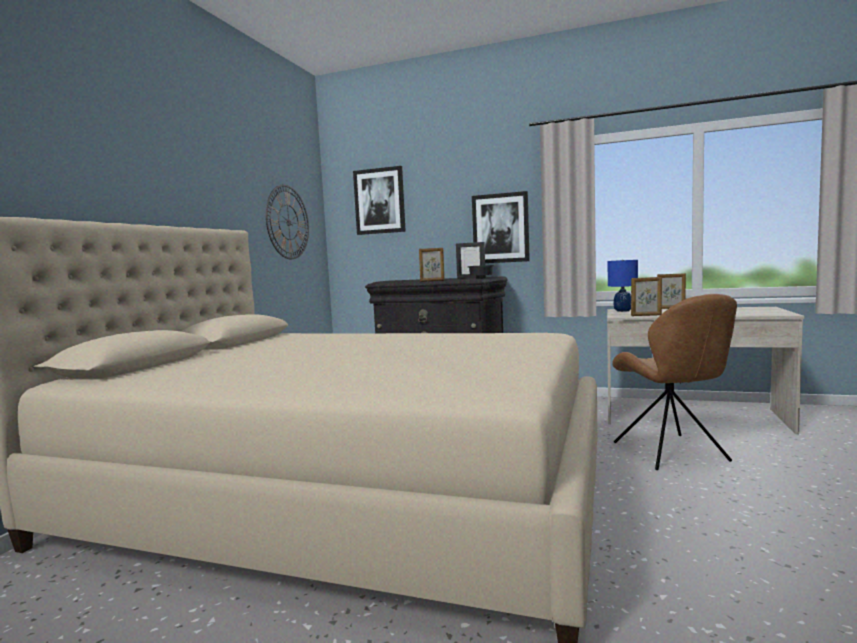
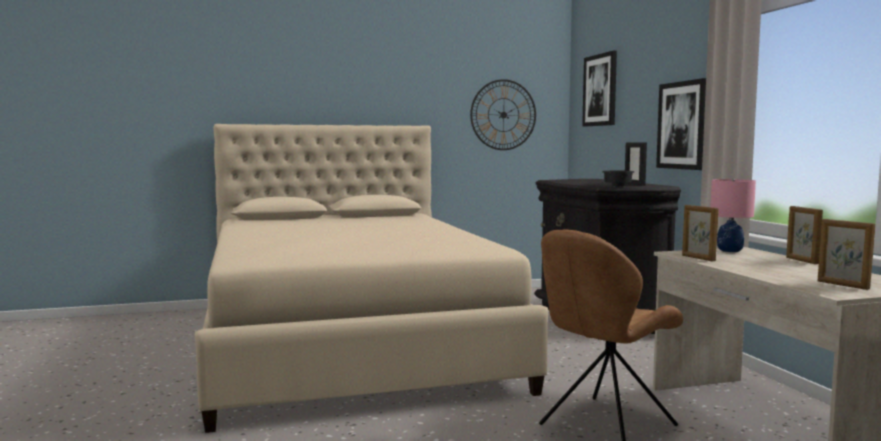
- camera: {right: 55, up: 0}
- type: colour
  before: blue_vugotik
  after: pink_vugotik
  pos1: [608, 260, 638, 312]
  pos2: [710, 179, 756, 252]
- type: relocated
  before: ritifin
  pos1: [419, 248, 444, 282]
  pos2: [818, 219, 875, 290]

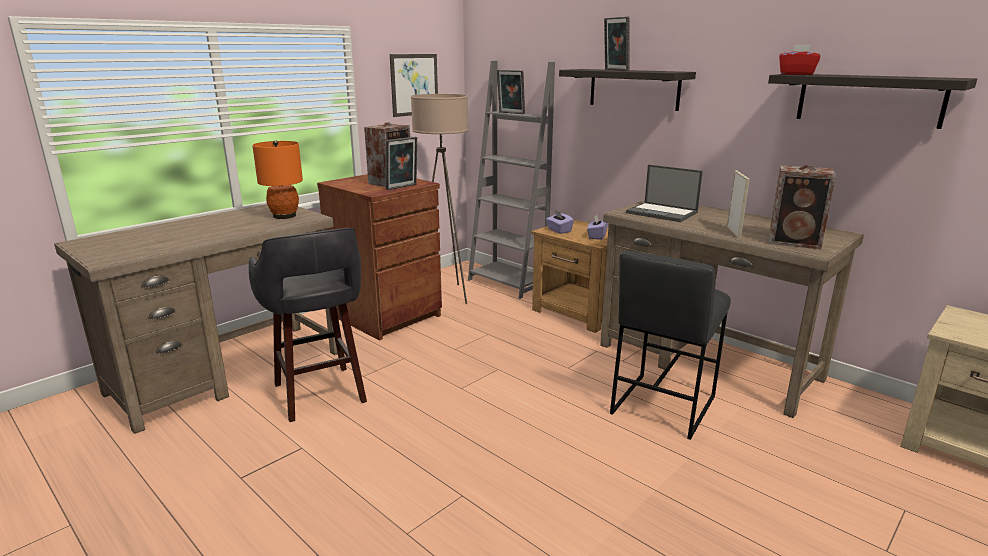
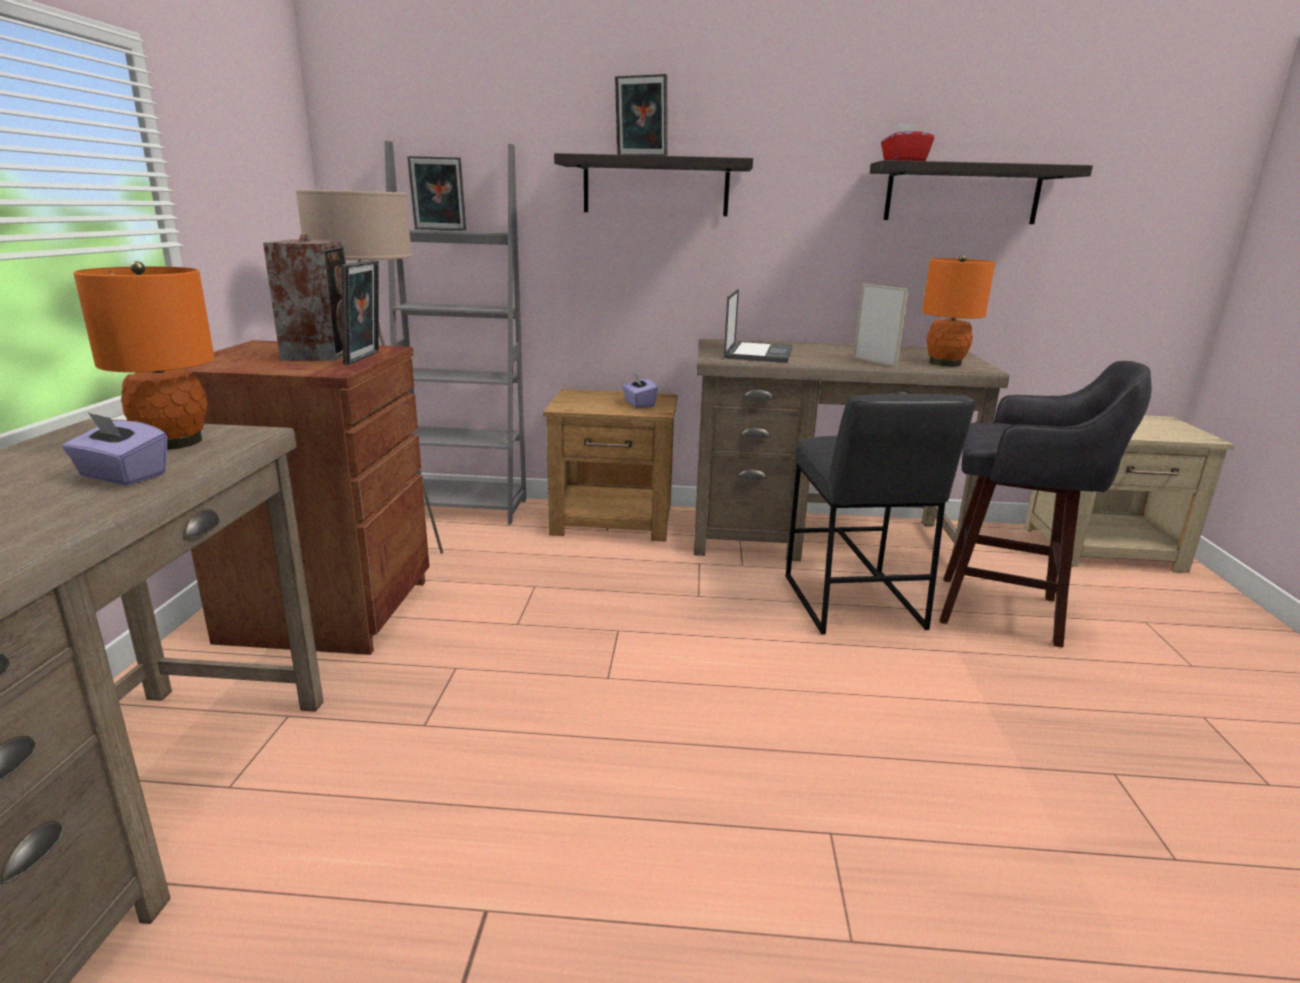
- camera: {right: -40, up: 0}
- type: relocated
  before: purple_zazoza
  pos1: [546, 210, 574, 234]
  pos2: [62, 412, 167, 486]
- type: spun
  before: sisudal
  pos1: [626, 165, 703, 222]
  pos2: [724, 289, 793, 363]
  turn: -75
- type: exchanged
  before: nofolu
  after: orange_vugotik
  pos1: [769, 165, 836, 249]
  pos2: [922, 255, 995, 366]
- type: relocated
  before: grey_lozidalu
  pos1: [249, 228, 367, 422]
  pos2: [940, 361, 1152, 648]
- type: missing
  before: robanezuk
  pos1: [390, 54, 438, 117]

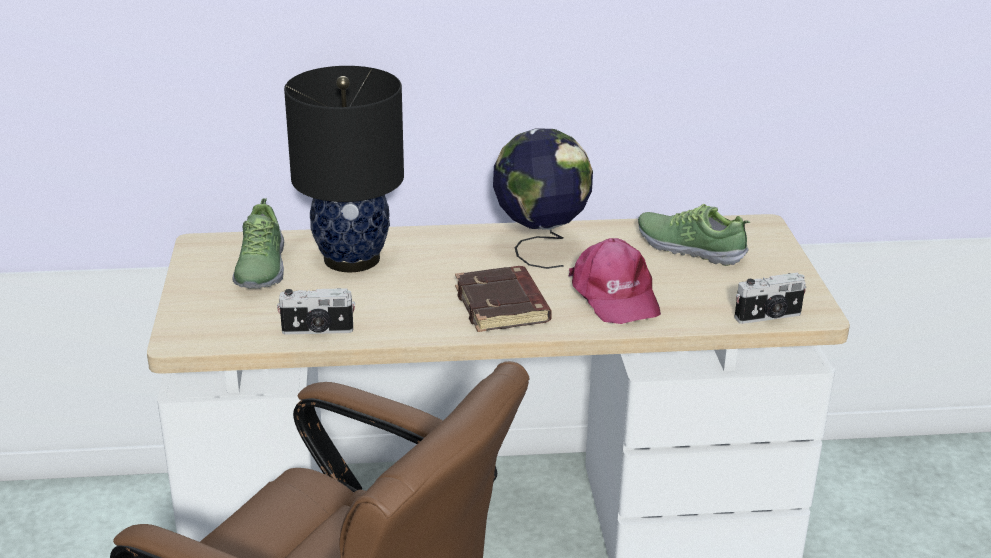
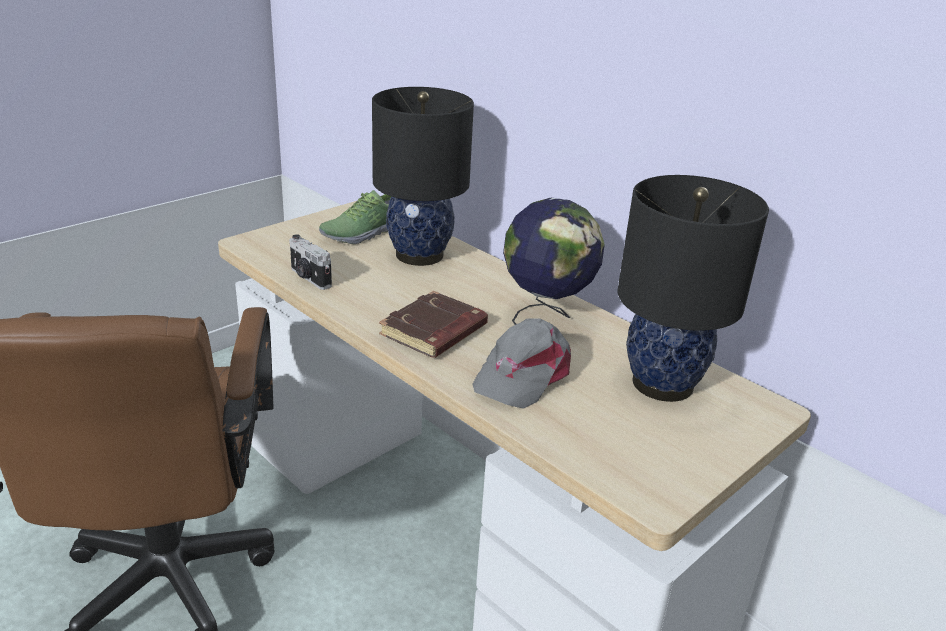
- camera: {right: 50, up: 0}
- type: colour
  before: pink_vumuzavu
  after: grey_vumuzavu
  pos1: [568, 238, 661, 324]
  pos2: [473, 318, 571, 409]
- type: exchanged
  before: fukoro
  after: black_vugotik
  pos1: [638, 204, 750, 266]
  pos2: [617, 175, 769, 402]
- type: missing
  before: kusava
  pos1: [734, 273, 806, 324]

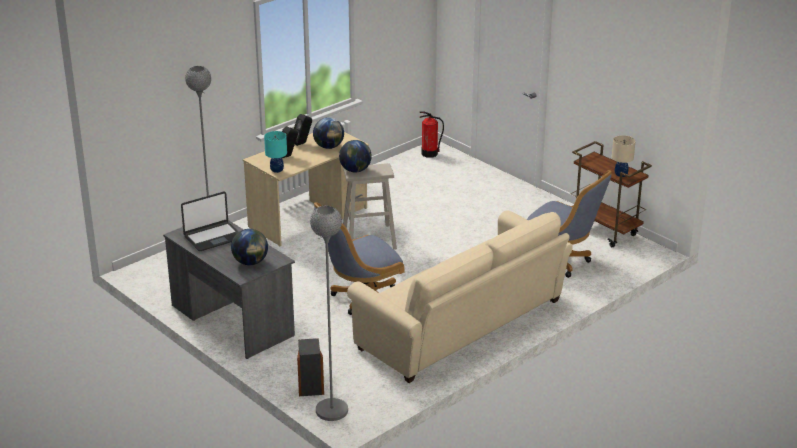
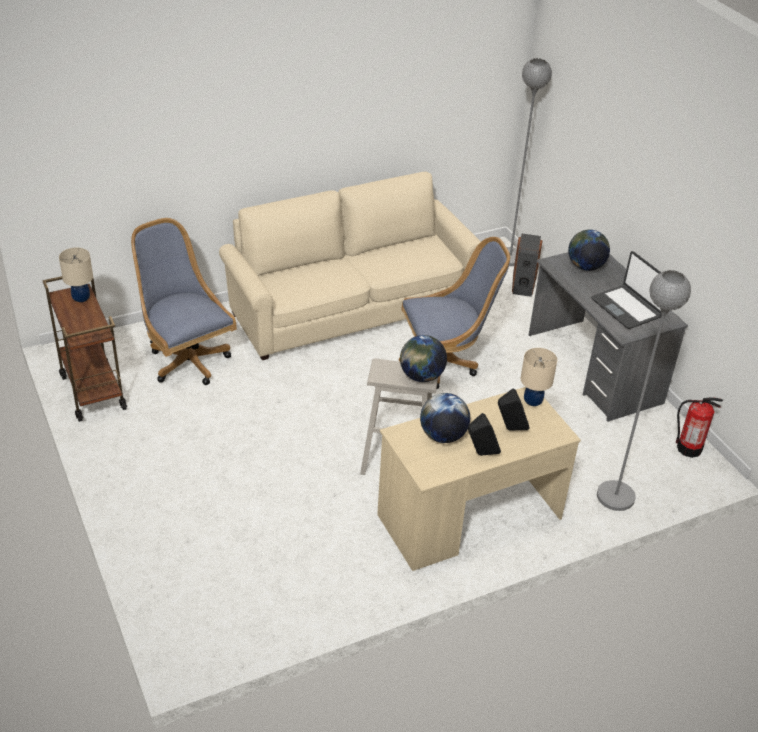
- camera: {right: -165, up: 10}
- type: colour
  before: turquoise_vugotik
  after: beige_vugotik
  pos1: [264, 131, 287, 173]
  pos2: [521, 348, 557, 406]
- type: spun
  before: sisudal
  pos1: [181, 192, 238, 251]
  pos2: [591, 251, 662, 329]
  turn: -105
- type: relocated
  before: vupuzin
  pos1: [419, 111, 444, 158]
  pos2: [676, 397, 723, 458]

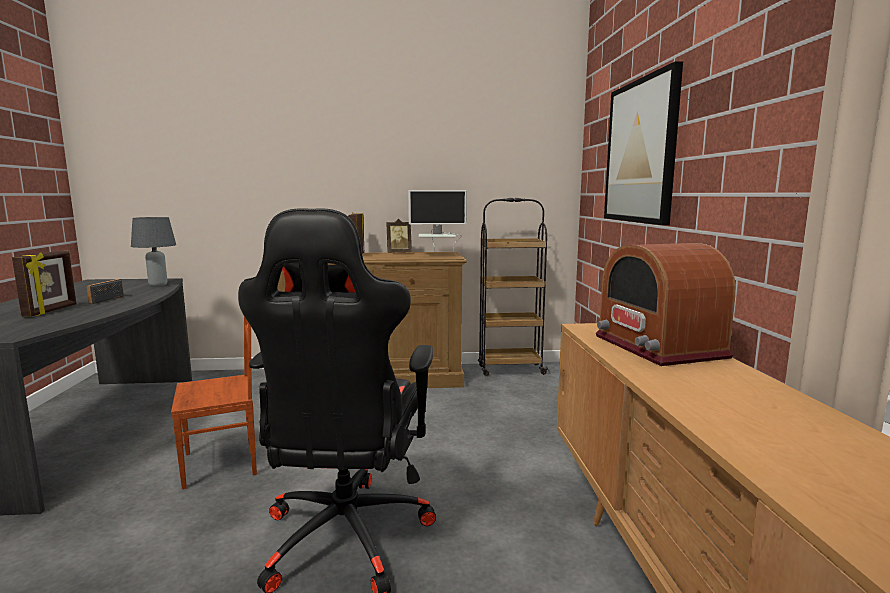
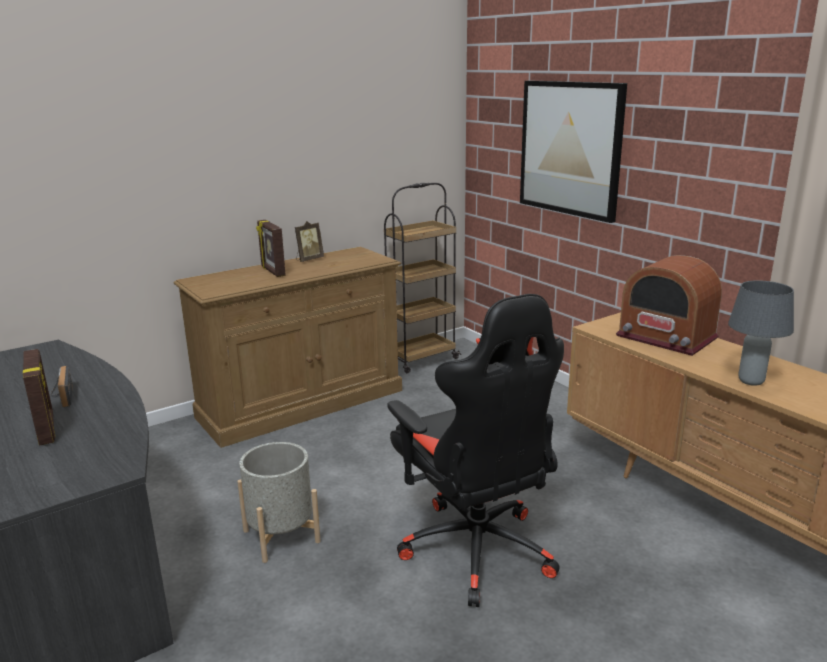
- camera: {right: -30, up: 10}
- type: exchanged
  before: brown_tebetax
  after: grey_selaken
  pos1: [171, 316, 257, 489]
  pos2: [237, 442, 321, 563]
- type: relocated
  before: grey_vugotik
  pos1: [131, 217, 176, 287]
  pos2: [728, 280, 794, 386]
- type: missing
  before: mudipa
  pos1: [408, 190, 467, 255]

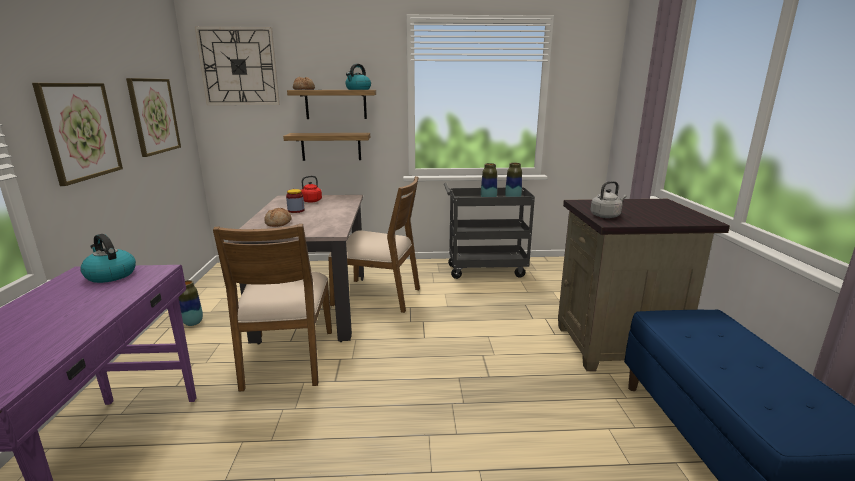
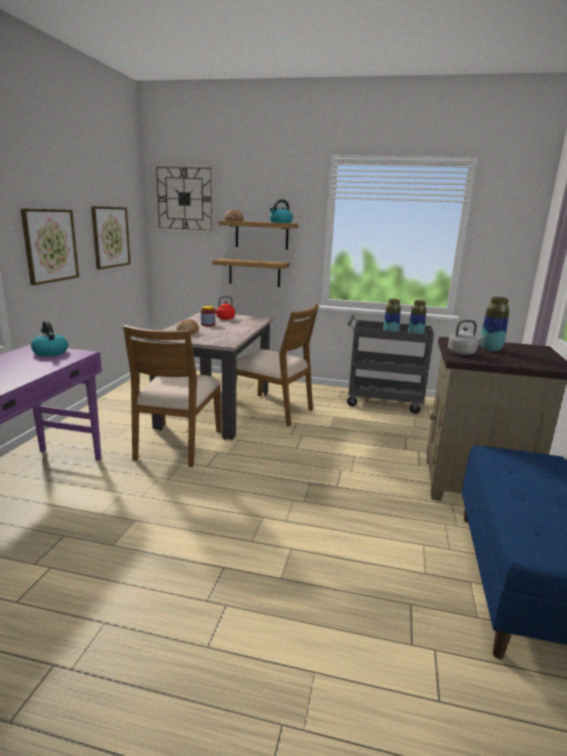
- camera: {right: 15, up: 0}
- type: relocated
  before: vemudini
  pos1: [178, 280, 203, 326]
  pos2: [480, 297, 509, 351]

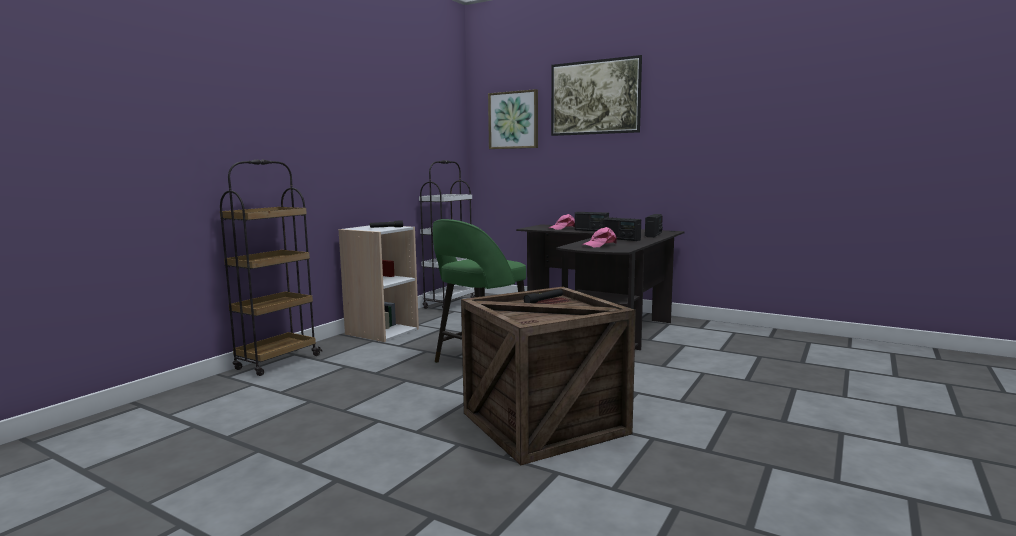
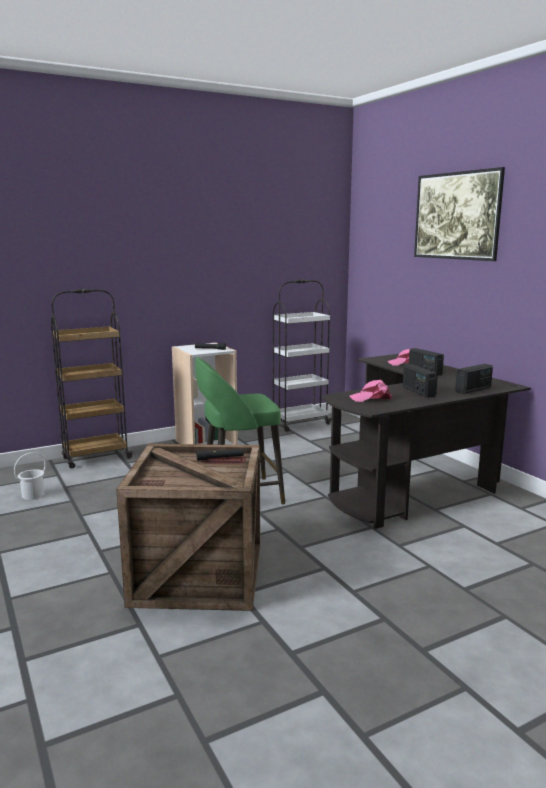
- camera: {right: 30, up: 5}
- type: appeared
  after: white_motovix
  pos2: [14, 452, 46, 500]
- type: missing
  before: robanezuk
  pos1: [488, 89, 538, 149]

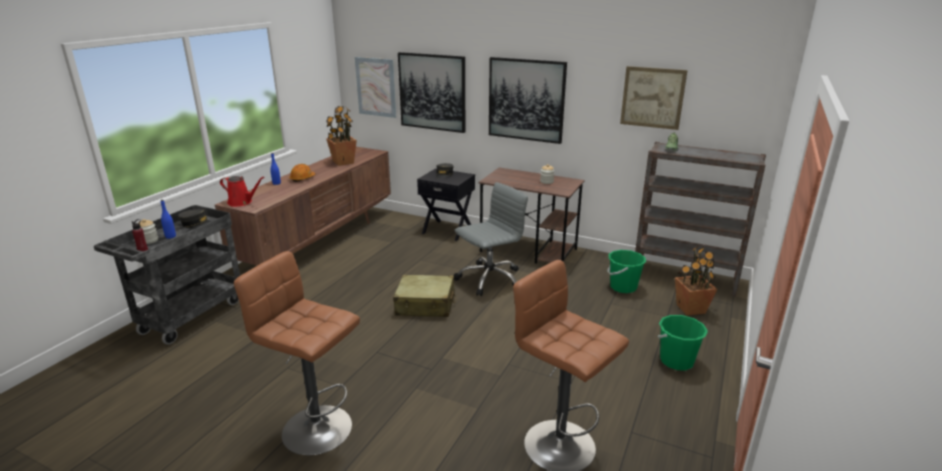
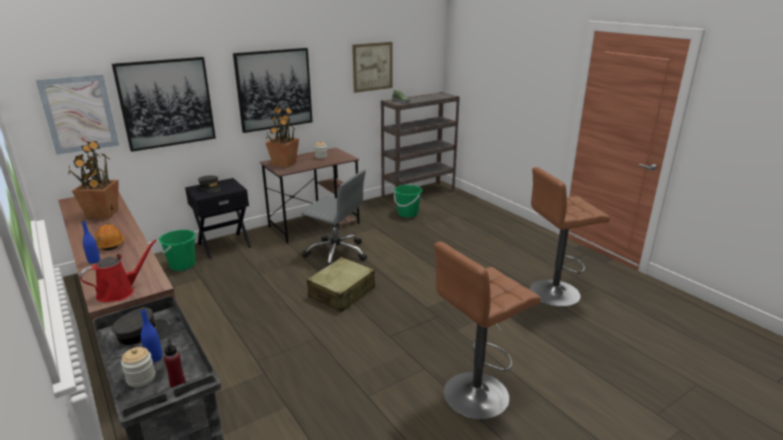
- camera: {right: -60, up: 0}
- type: relocated
  before: green_motovix
  pos1: [658, 315, 708, 370]
  pos2: [158, 230, 196, 271]
- type: relocated
  before: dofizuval
  pos1: [675, 246, 717, 316]
  pos2: [265, 106, 299, 168]
- type: spun
  before: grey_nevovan
  pos1: [454, 182, 528, 296]
  pos2: [301, 170, 367, 267]
  turn: 120

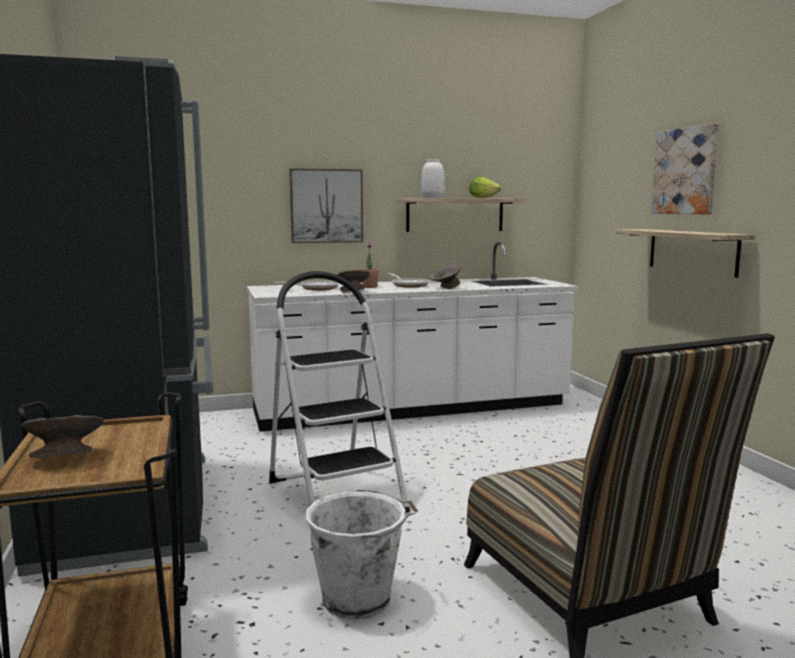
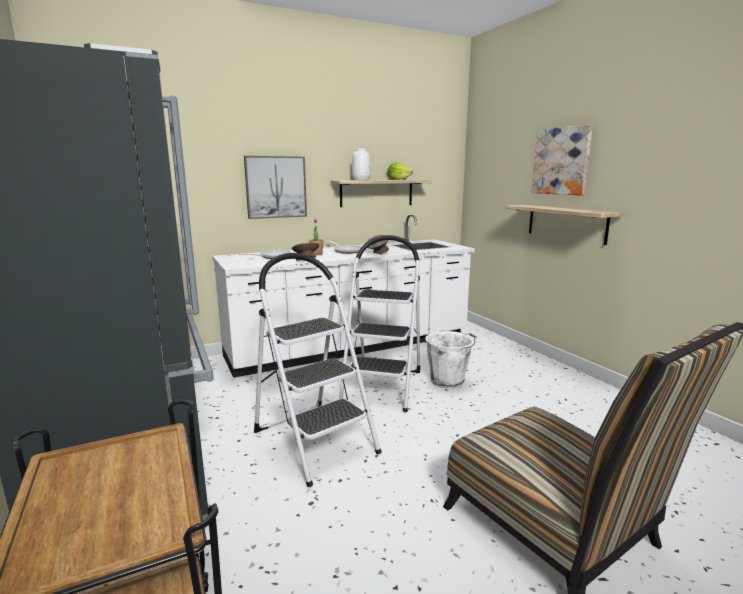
- camera: {right: -10, up: 5}
- type: appeared
  after: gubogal
  pos2: [339, 235, 420, 412]
- type: relocated
  before: white_motovix
  pos1: [306, 489, 418, 620]
  pos2: [426, 330, 477, 388]
- type: missing
  before: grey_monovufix
  pos1: [21, 415, 104, 459]

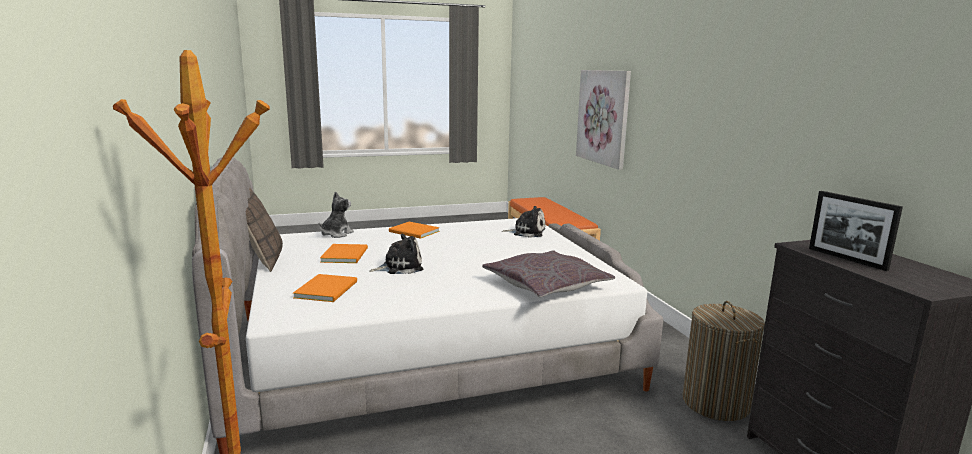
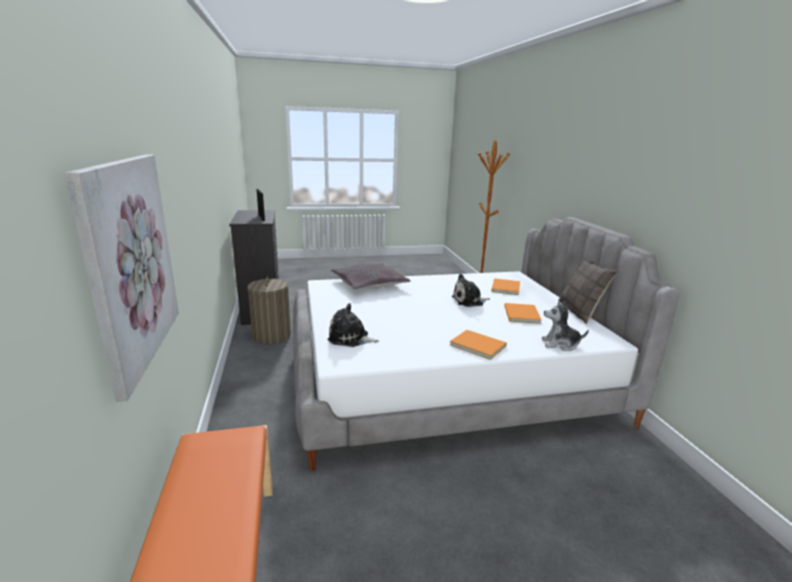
- camera: {right: -175, up: 5}
- type: spun
  before: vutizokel
  pos1: [319, 191, 354, 238]
  pos2: [542, 301, 589, 351]
  turn: 60

